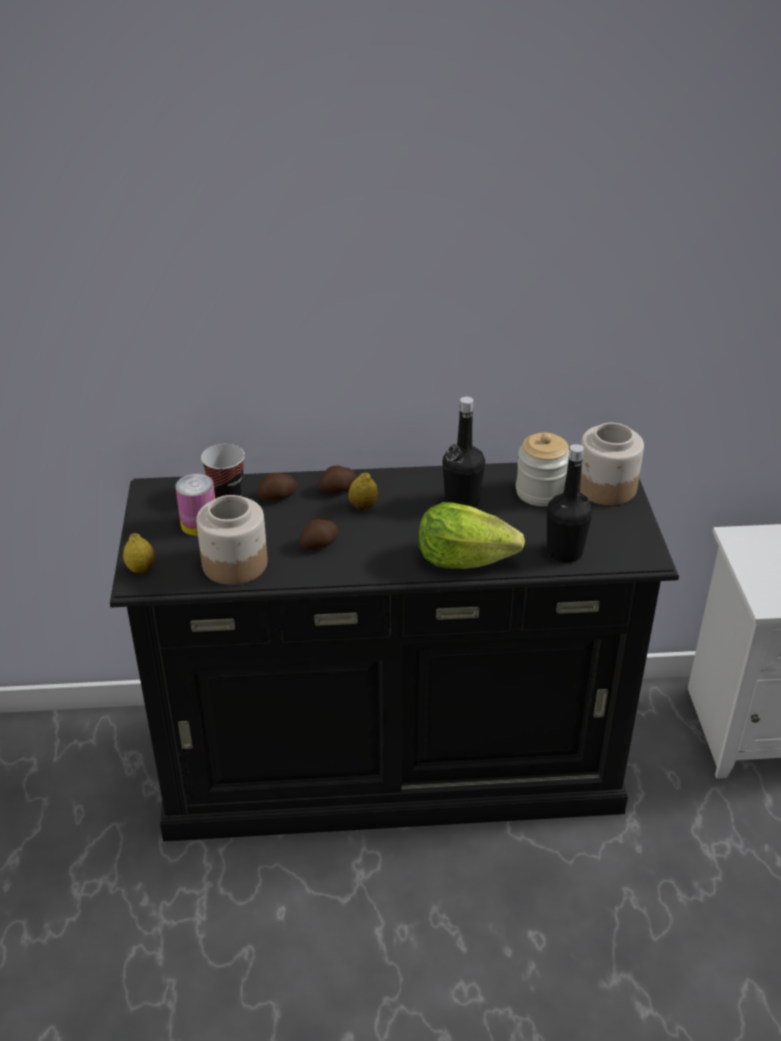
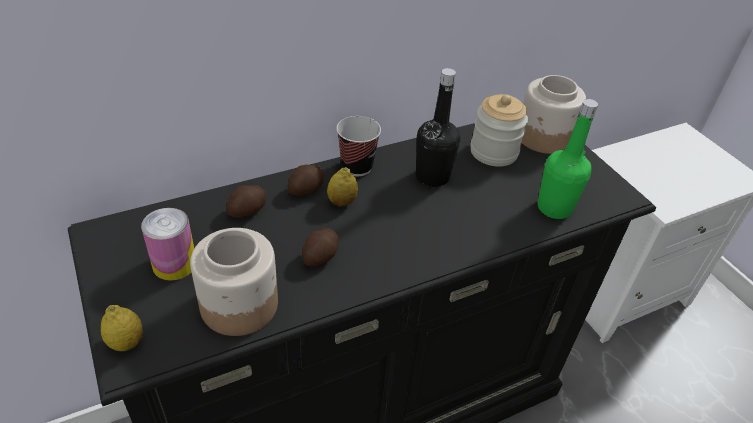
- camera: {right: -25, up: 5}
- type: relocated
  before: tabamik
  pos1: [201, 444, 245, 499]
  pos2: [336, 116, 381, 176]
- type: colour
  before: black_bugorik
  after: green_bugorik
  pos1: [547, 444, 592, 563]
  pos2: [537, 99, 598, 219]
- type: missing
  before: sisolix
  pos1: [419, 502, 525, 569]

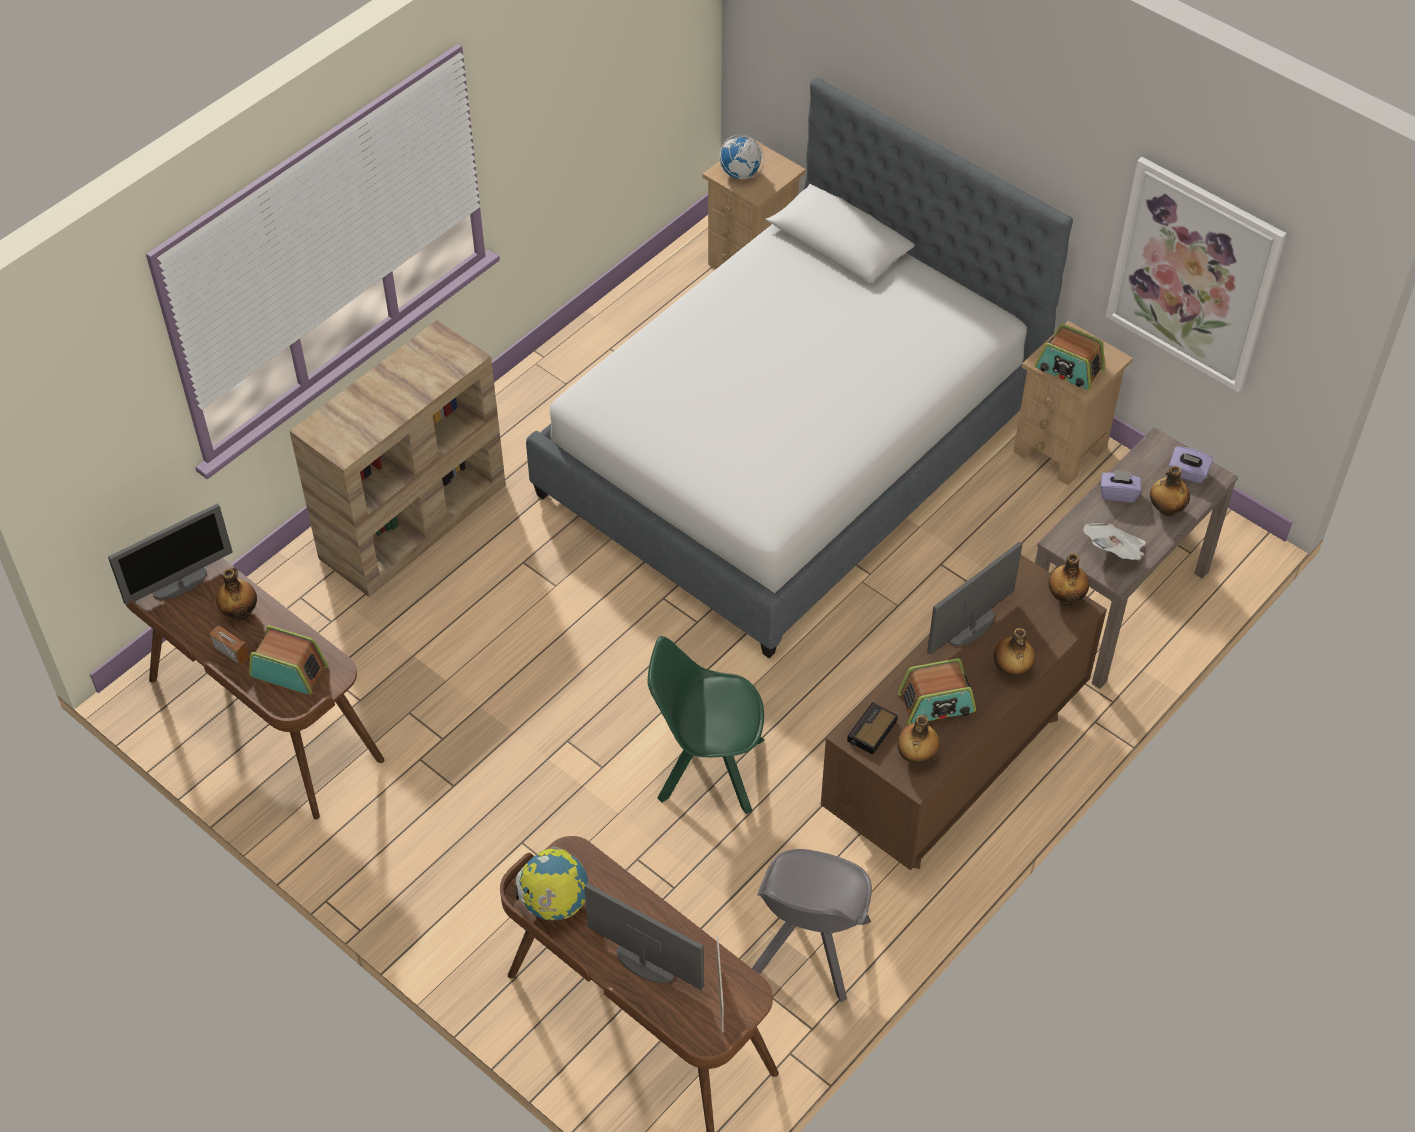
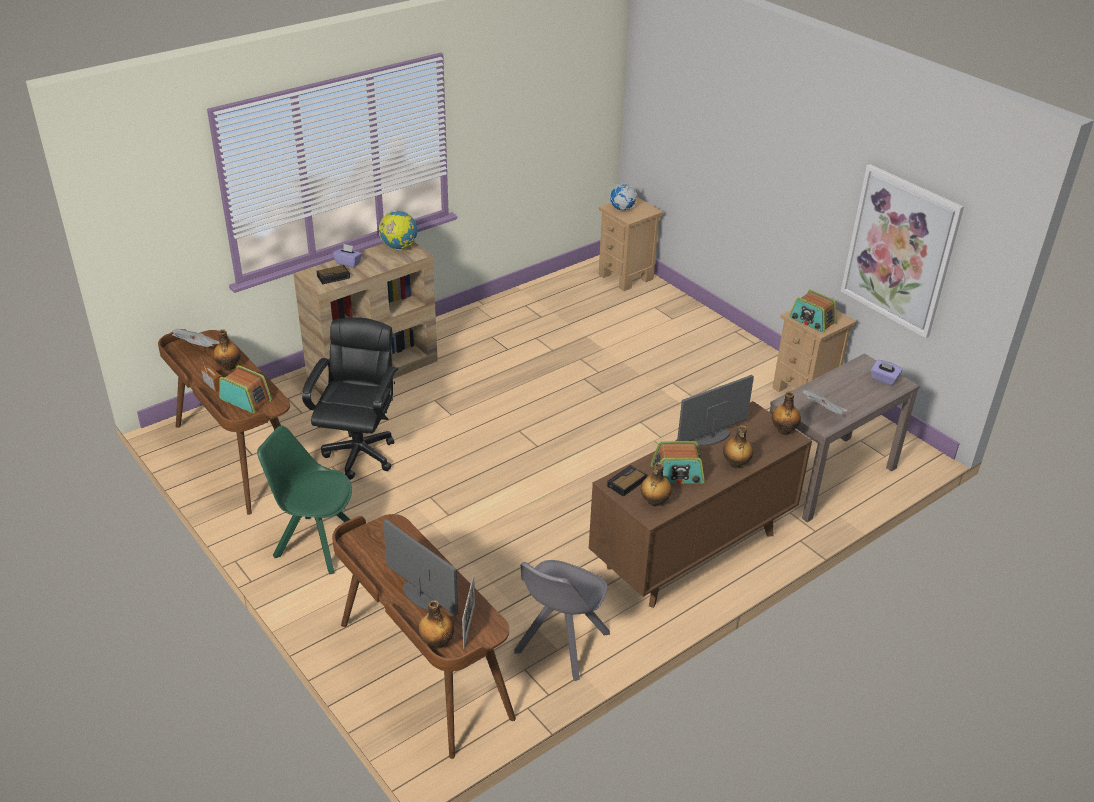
- camera: {right: 10, up: -15}
- type: exchanged
  before: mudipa
  after: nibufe
  pos1: [108, 504, 233, 605]
  pos2: [172, 329, 219, 347]
- type: relocated
  before: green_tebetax
  pos1: [648, 636, 764, 814]
  pos2: [257, 426, 352, 575]
- type: appeared
  after: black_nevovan
  pos2: [302, 317, 398, 480]
- type: appeared
  after: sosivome
  pos2: [316, 265, 350, 284]
- type: relocated
  before: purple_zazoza
  pos1: [1101, 470, 1141, 503]
  pos2: [333, 244, 362, 267]
- type: relocated
  before: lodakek
  pos1: [515, 847, 588, 920]
  pos2: [377, 210, 417, 250]
- type: relocated
  before: bugorik
  pos1: [1150, 466, 1190, 516]
  pos2: [418, 600, 454, 649]
- type: missing
  before: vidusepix
  pos1: [526, 77, 1073, 658]

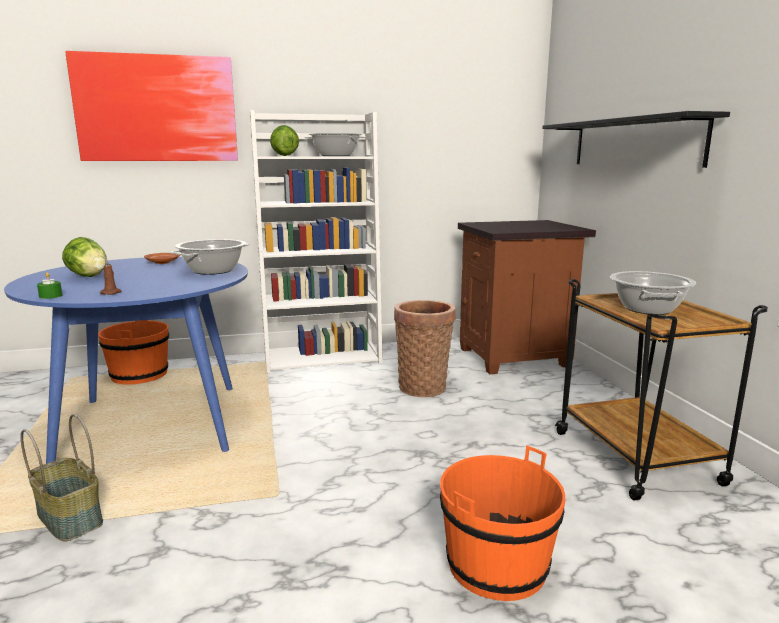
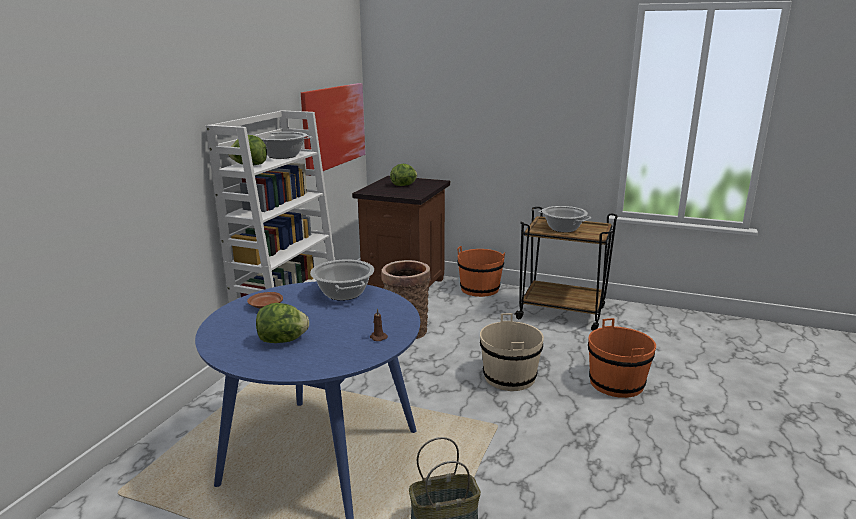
- camera: {right: -55, up: 5}
- type: relocated
  before: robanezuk
  pos1: [65, 51, 238, 161]
  pos2: [301, 83, 365, 176]
- type: appeared
  after: sisolix
  pos2: [390, 164, 417, 186]
- type: relocated
  before: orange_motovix
  pos1: [98, 320, 169, 385]
  pos2: [457, 246, 505, 297]
- type: appeared
  after: beige_motovix
  pos2: [480, 313, 544, 391]
- type: missing
  before: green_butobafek
  pos1: [37, 272, 62, 299]
- type: missing
  before: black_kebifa
  pos1: [542, 111, 730, 168]

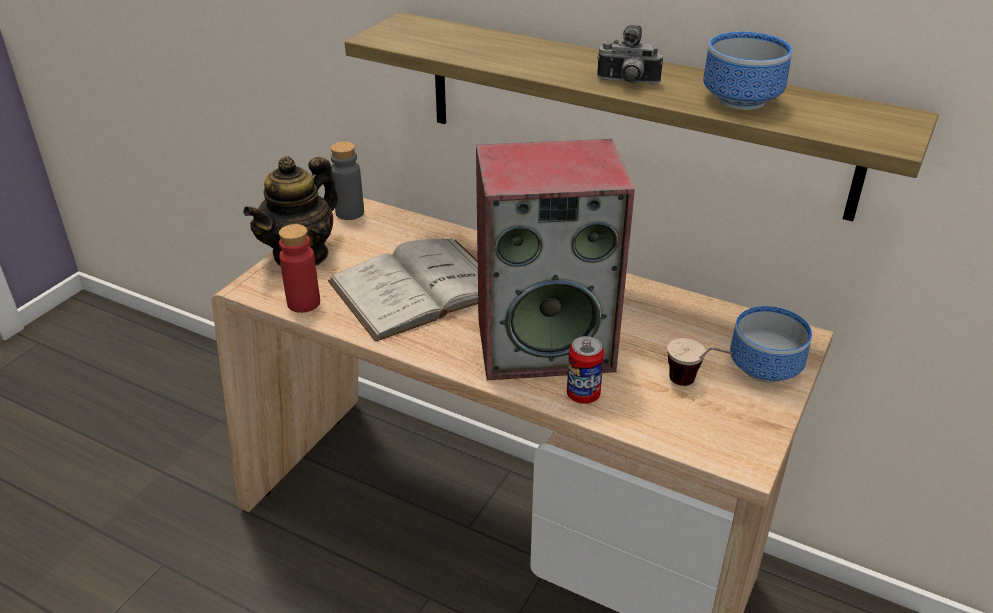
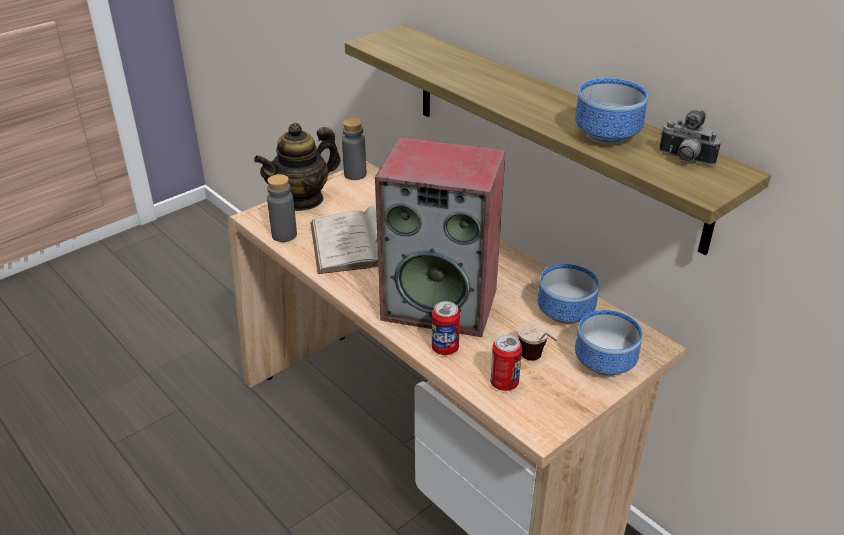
- camera: {right: 20, up: 0}
- type: colour
  before: red_bugorik
  after: grey_bugorik
  pos1: [279, 224, 320, 313]
  pos2: [267, 174, 297, 242]
- type: appeared
  after: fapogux
  pos2: [490, 335, 522, 391]
- type: appeared
  after: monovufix
  pos2: [537, 264, 599, 324]
- type: relocated
  before: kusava
  pos1: [597, 25, 663, 84]
  pos2: [659, 110, 721, 165]

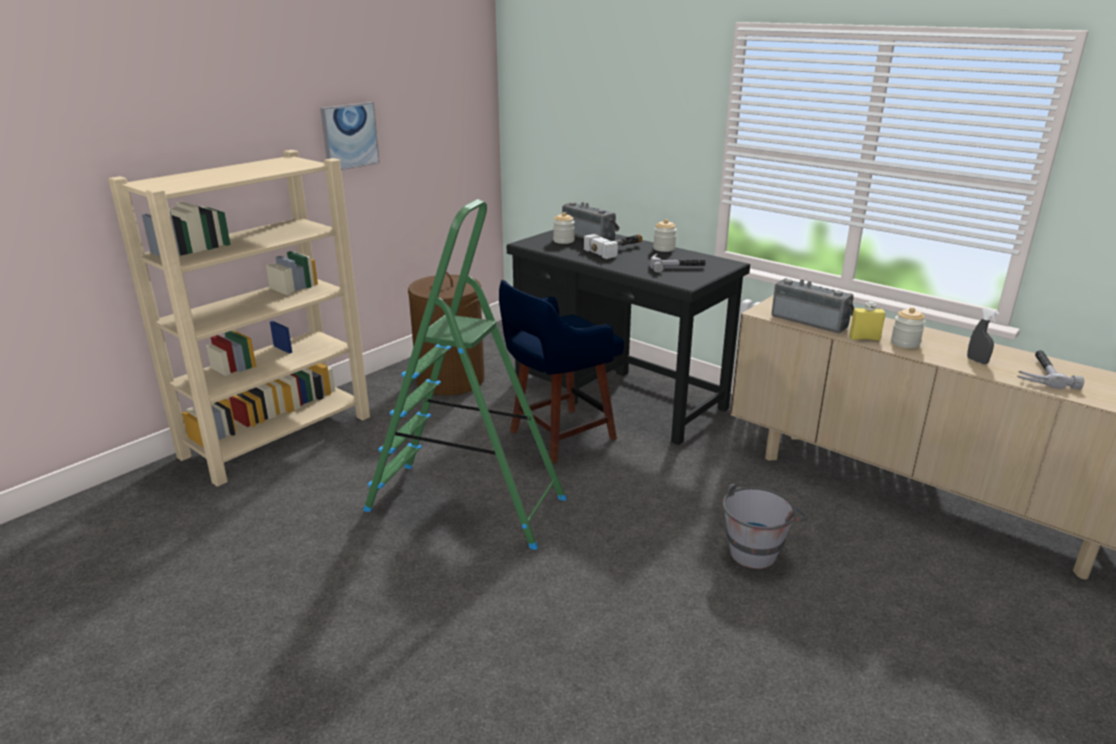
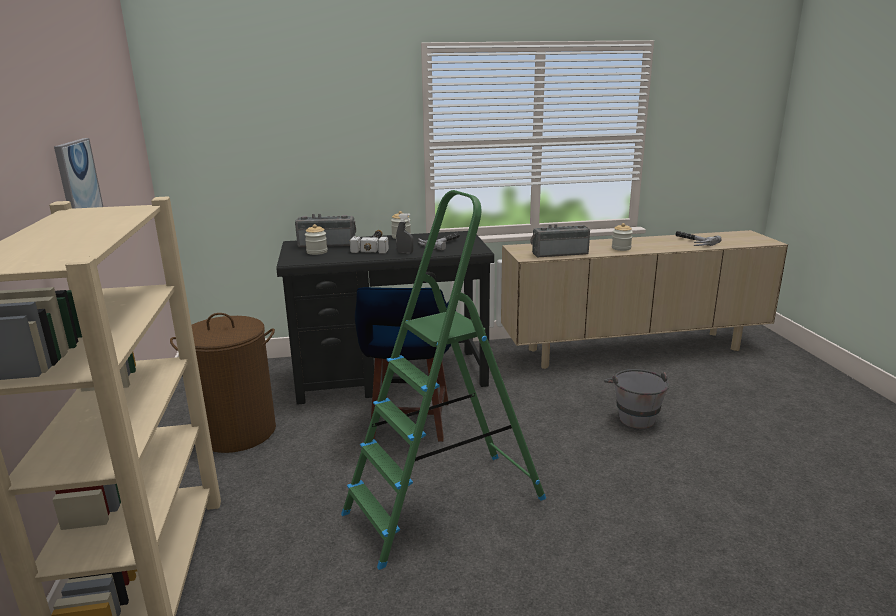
- camera: {right: -50, up: -5}
- type: relocated
  before: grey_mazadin
  pos1: [967, 308, 999, 364]
  pos2: [396, 213, 413, 254]
- type: missing
  before: yellow_bugorik
  pos1: [849, 302, 886, 341]

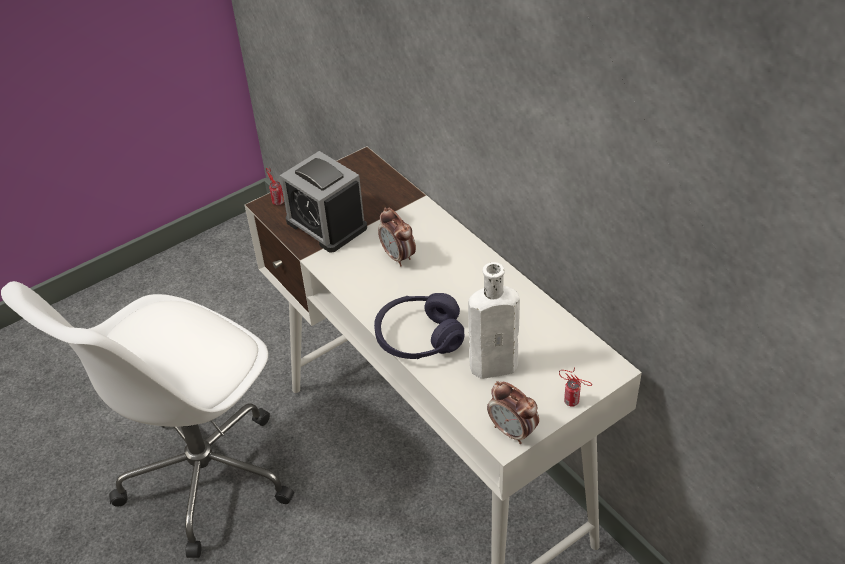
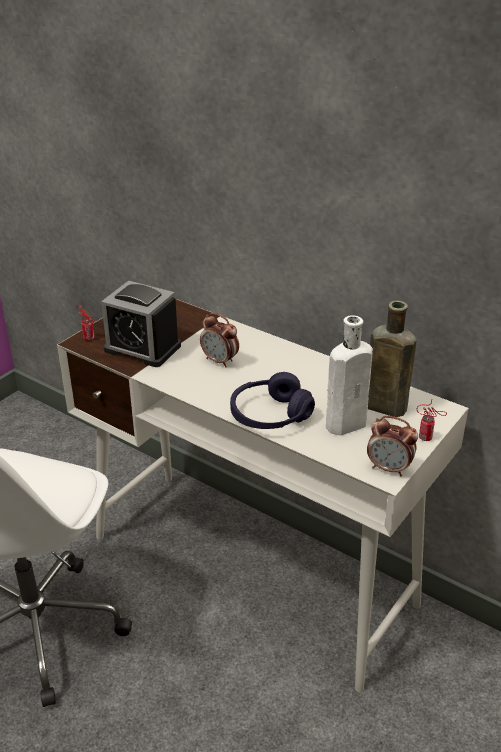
- camera: {right: -20, up: -10}
- type: appeared
  after: brown_bugorik
  pos2: [368, 301, 417, 417]

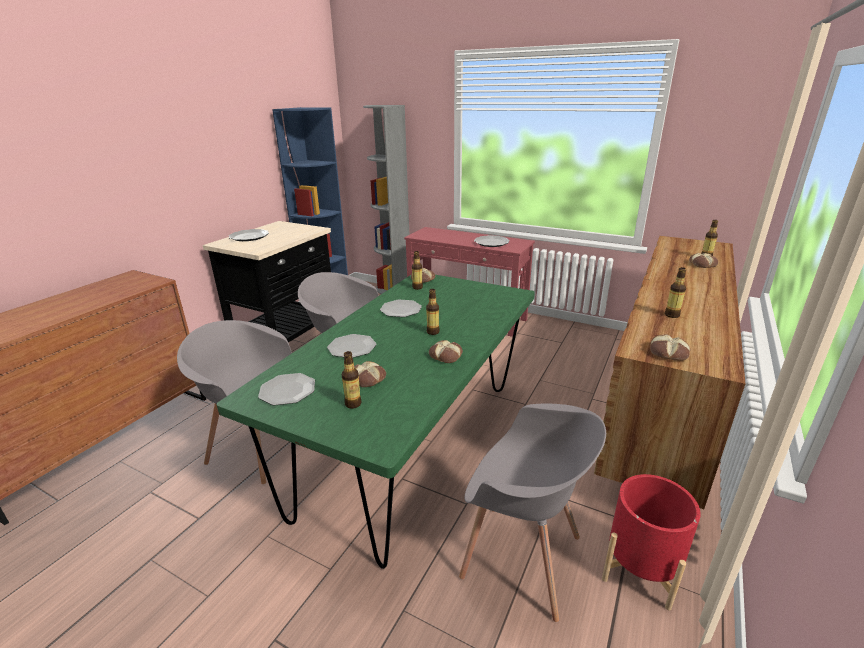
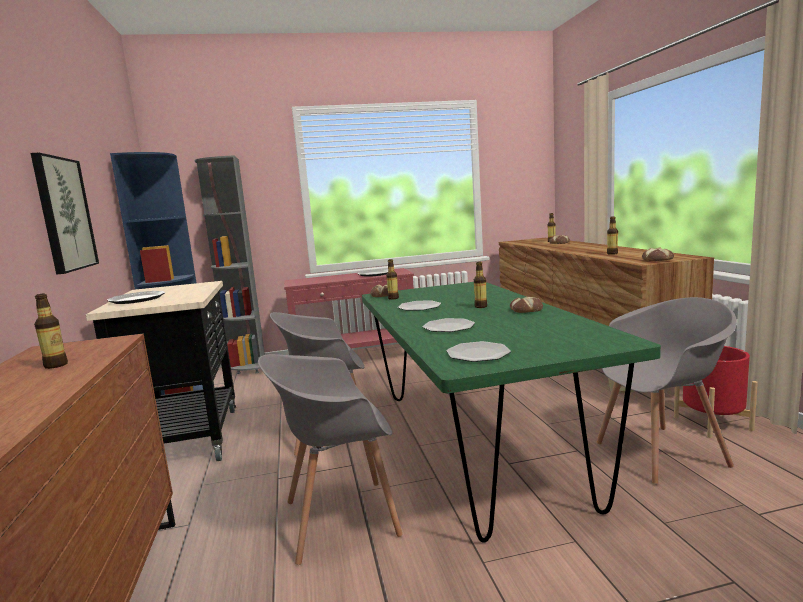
- camera: {right: -40, up: -15}
- type: appeared
  after: robanezuk
  pos2: [30, 153, 99, 274]
- type: relocated
  before: bugorik
  pos1: [342, 351, 362, 409]
  pos2: [34, 293, 68, 369]
- type: missing
  before: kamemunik
  pos1: [354, 361, 386, 387]

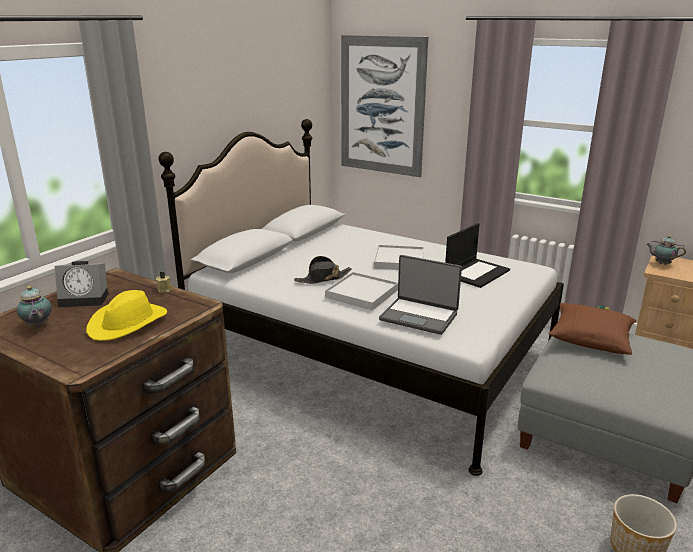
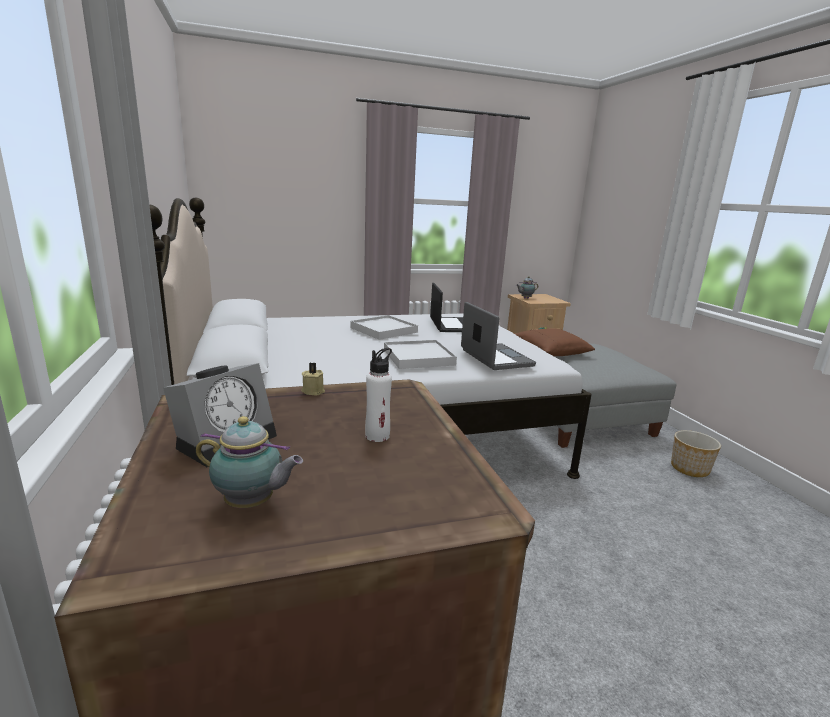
- camera: {right: -50, up: -5}
- type: exchanged
  before: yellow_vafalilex
  after: white_bugorik
  pos1: [86, 290, 167, 341]
  pos2: [365, 348, 392, 442]
- type: spun
  before: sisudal
  pos1: [379, 255, 462, 335]
  pos2: [461, 302, 536, 370]
  turn: -90
- type: missing
  before: black_vafalilex
  pos1: [294, 256, 352, 284]
- type: missing
  before: robanezuk
  pos1: [341, 35, 428, 177]

